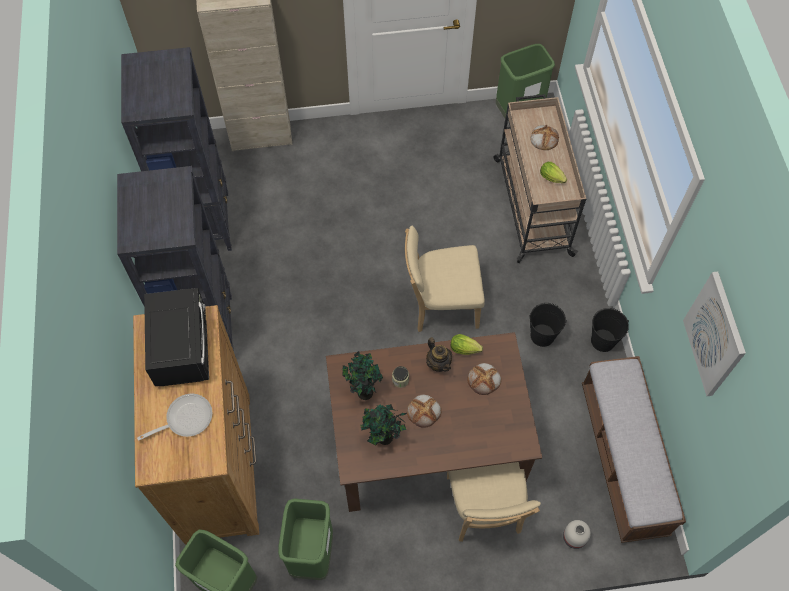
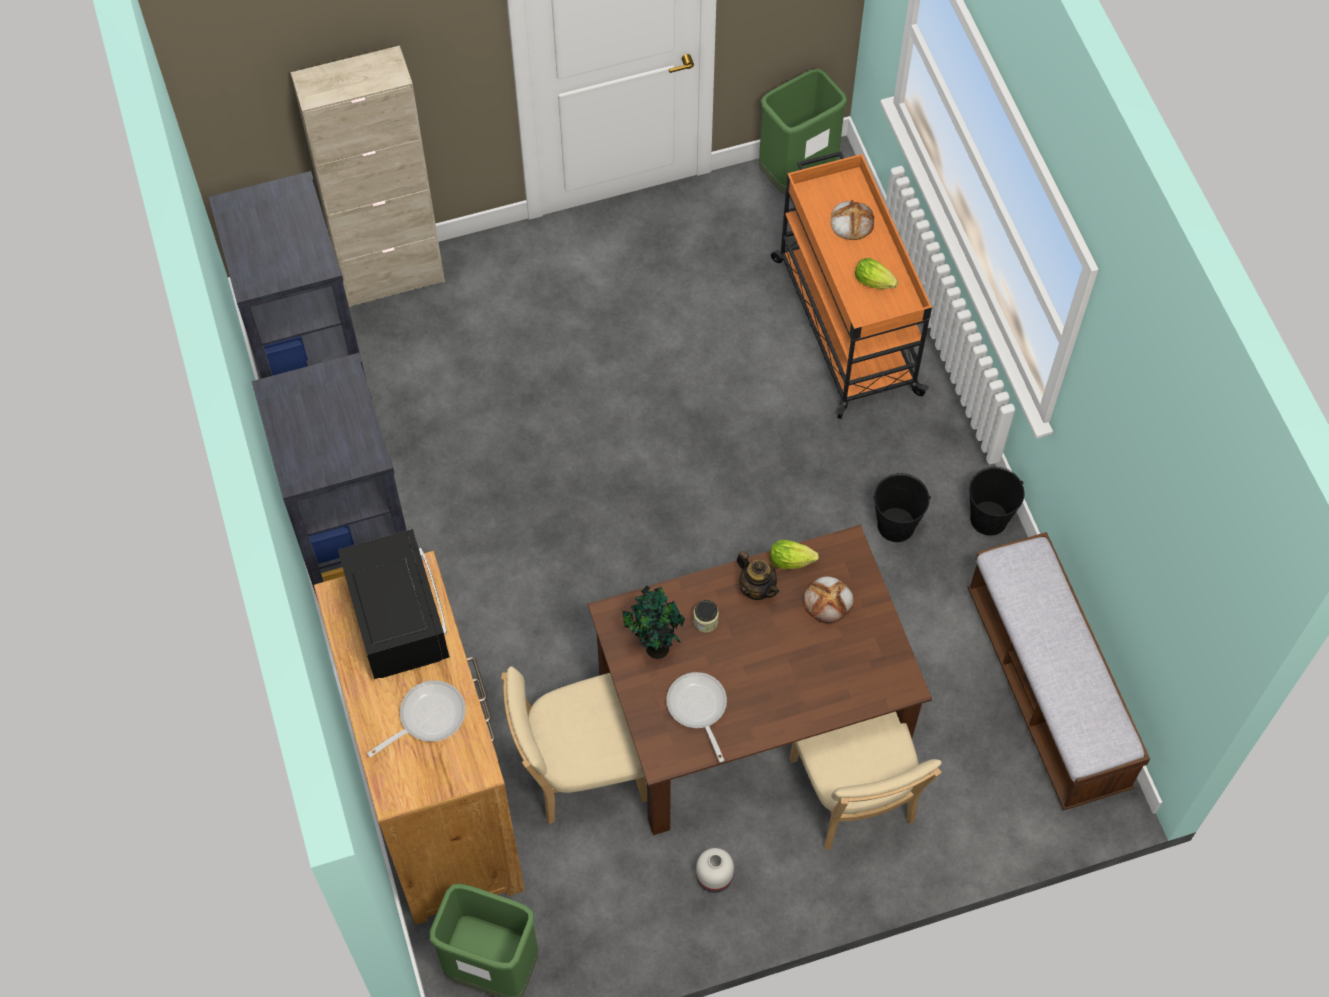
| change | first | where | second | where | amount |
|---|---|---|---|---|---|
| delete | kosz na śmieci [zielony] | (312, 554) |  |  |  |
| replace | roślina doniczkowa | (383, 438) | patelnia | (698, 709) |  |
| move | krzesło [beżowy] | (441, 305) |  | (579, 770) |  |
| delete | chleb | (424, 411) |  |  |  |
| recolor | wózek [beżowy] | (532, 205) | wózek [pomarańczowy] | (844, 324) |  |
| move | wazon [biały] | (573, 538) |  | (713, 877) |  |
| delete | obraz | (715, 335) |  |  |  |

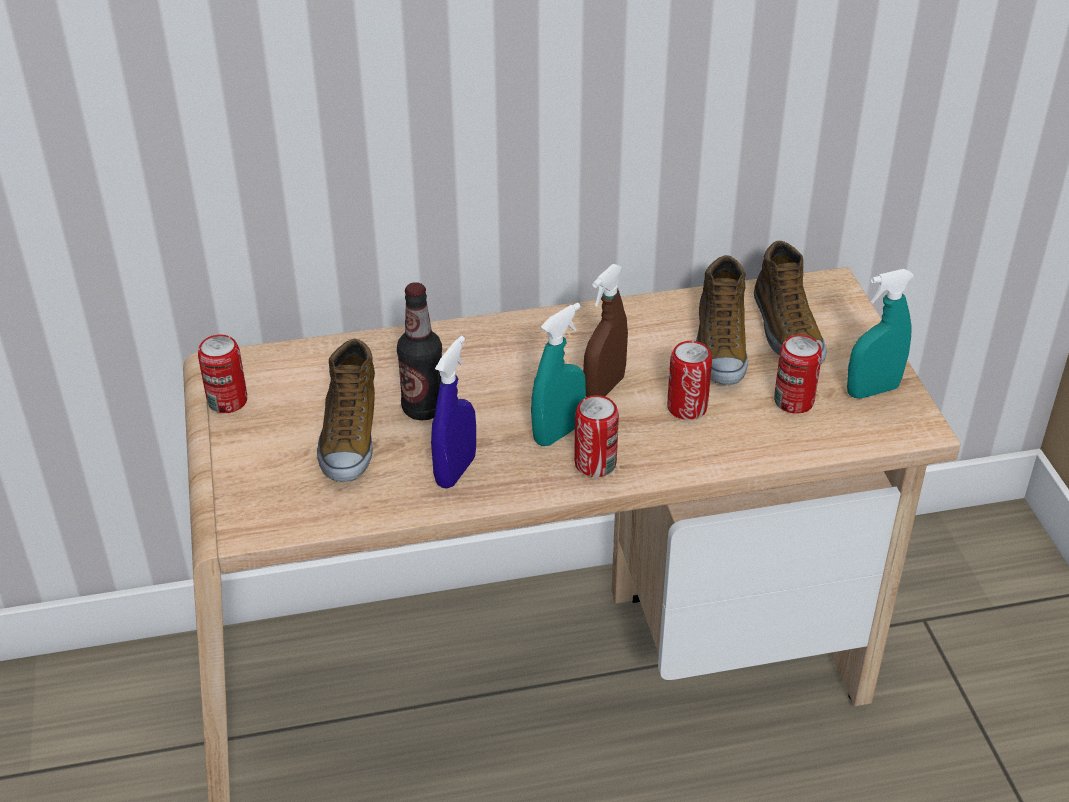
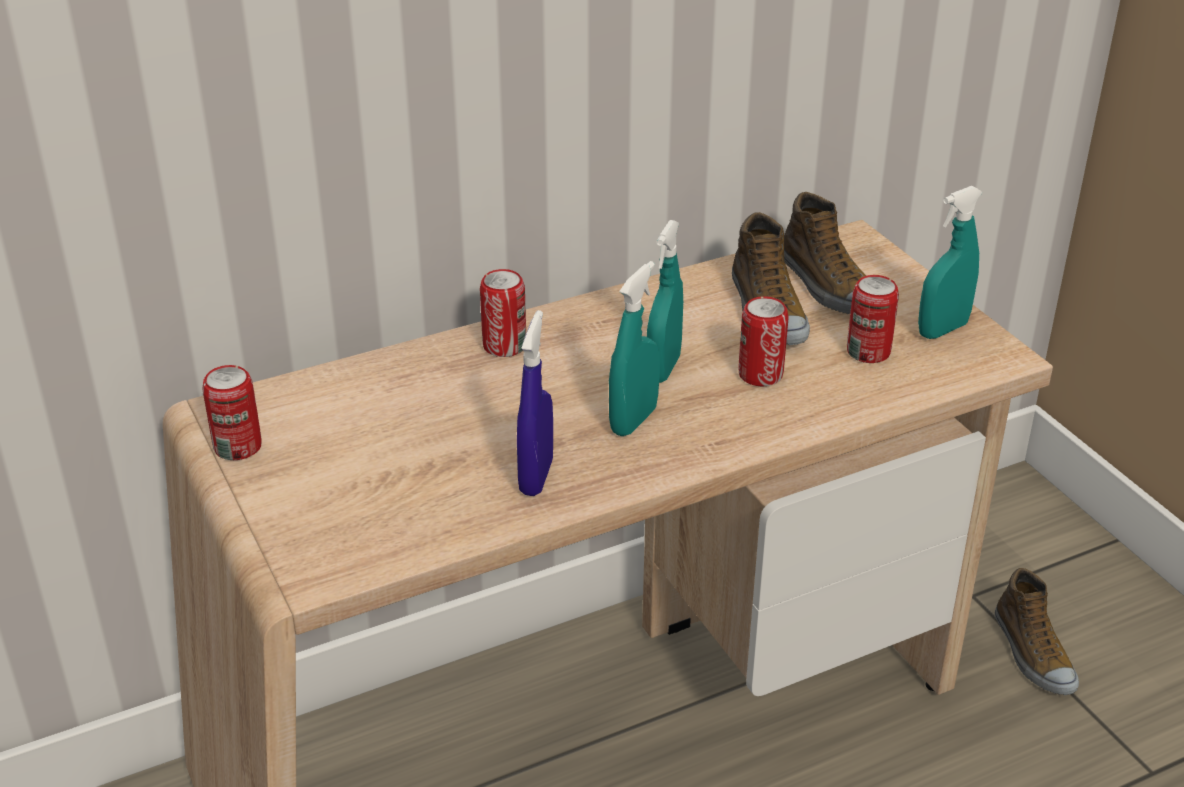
| change | first | where | second | where | amount |
|---|---|---|---|---|---|
| move | but | (348, 436) |  | (1032, 653) |  |
| delete | butelka | (423, 409) |  |  |  |
| move | puszka | (595, 464) |  | (504, 346) |  |
| recolor | spryskiwacz [brązowy] | (604, 388) | spryskiwacz [turkusowy] | (663, 369) |  |

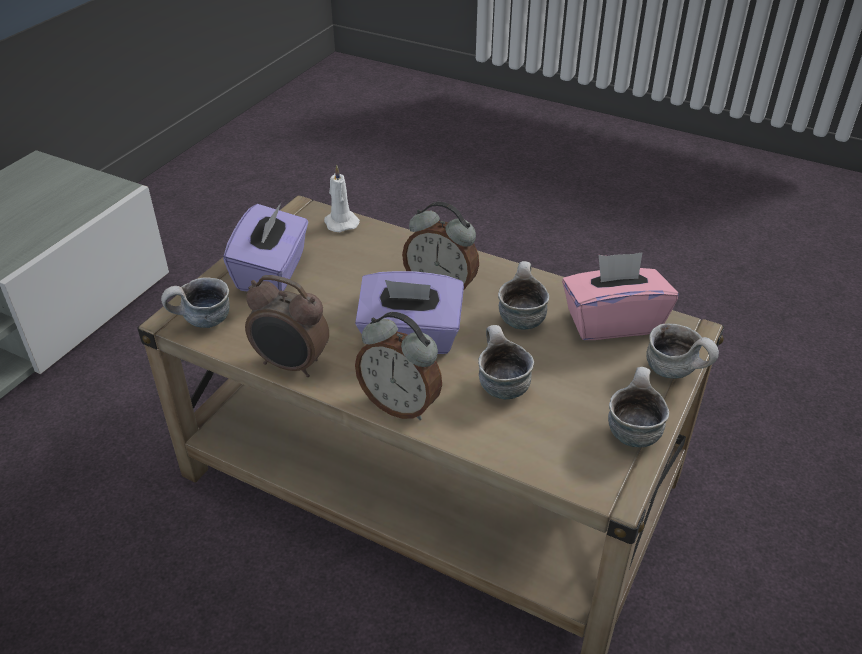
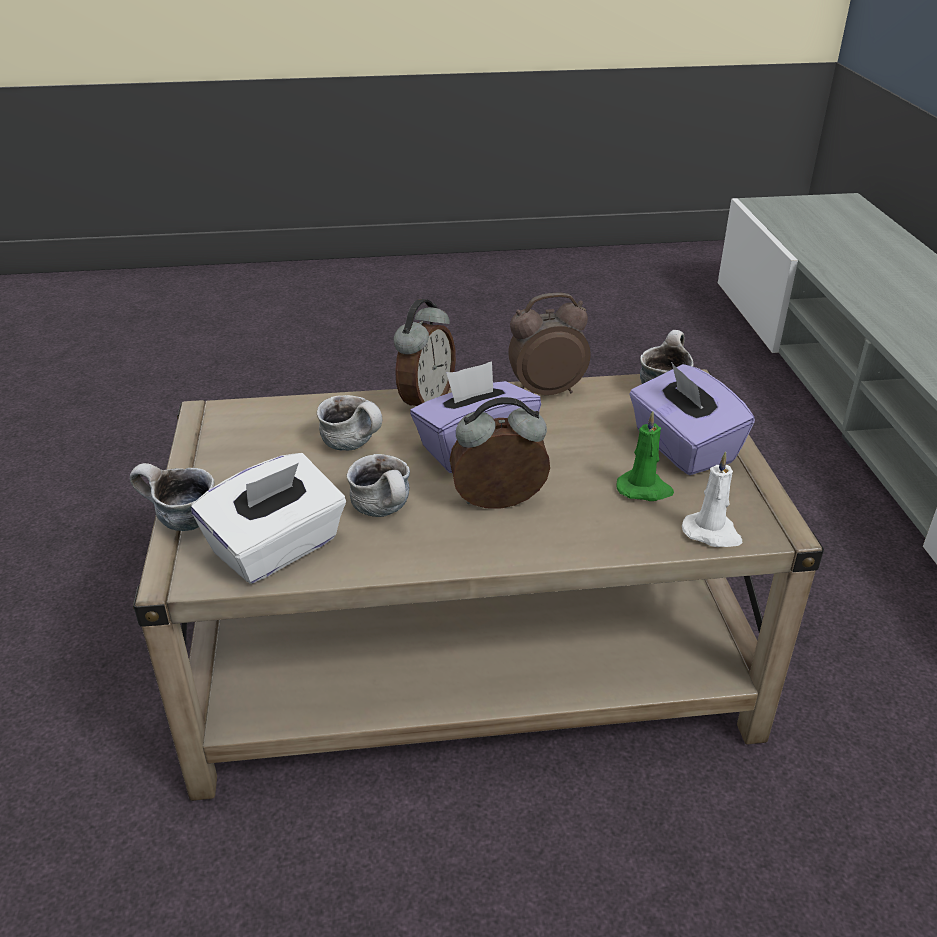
| change | first | where | second | where | amount |
|---|---|---|---|---|---|
| rotate | budzik | (400, 405) |  | (425, 401) | 120 degrees clockwise |
| recolor | pudełko chusteczek [różowy] | (612, 322) | pudełko chusteczek [biały] | (277, 549) |  |
| delete | kubek | (631, 428) |  |  |  |
| insert |  |  | świeca [zielony] | (644, 489) |  |

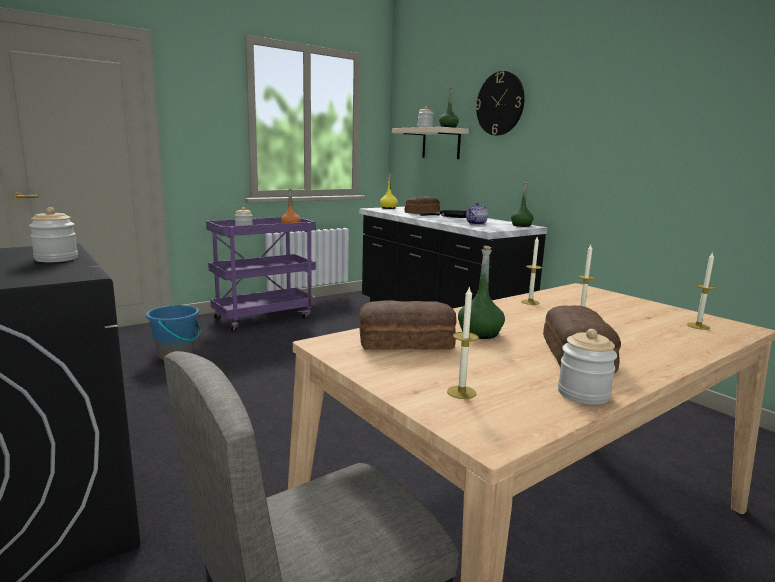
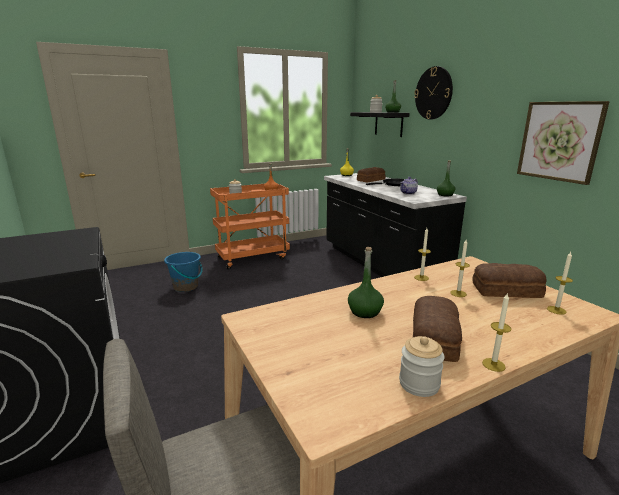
| change | first | where | second | where | amount |
|---|---|---|---|---|---|
| delete | słoik | (56, 259) |  |  |  |
| recolor | wózek [fioletowy] | (264, 318) | wózek [pomarańczowy] | (253, 258) |  |
| move | chleb | (407, 342) |  | (507, 291) |  |
| recolor | półka [beżowy] | (441, 144) | półka [czarny] | (388, 124) |  |
| move | świeca | (461, 392) |  | (493, 364) |  |
| insert |  |  | obraz | (559, 141) |  |

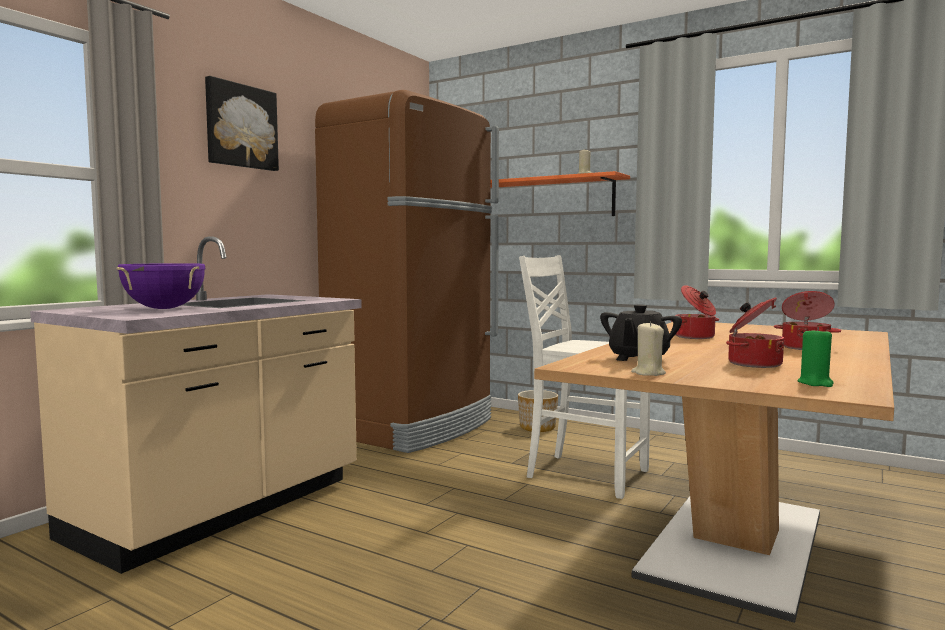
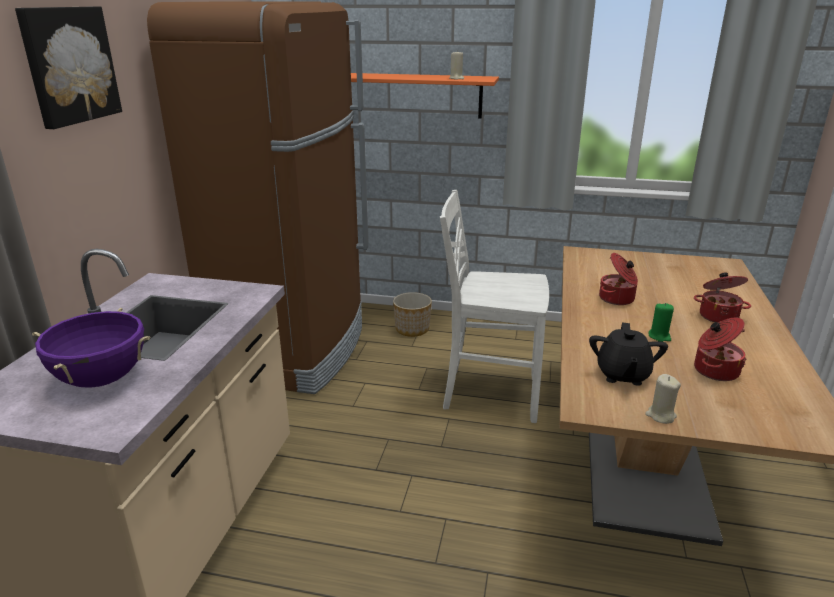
| change | first | where | second | where | amount |
|---|---|---|---|---|---|
| move | świeca [zielony] | (815, 383) |  | (659, 336) |  |

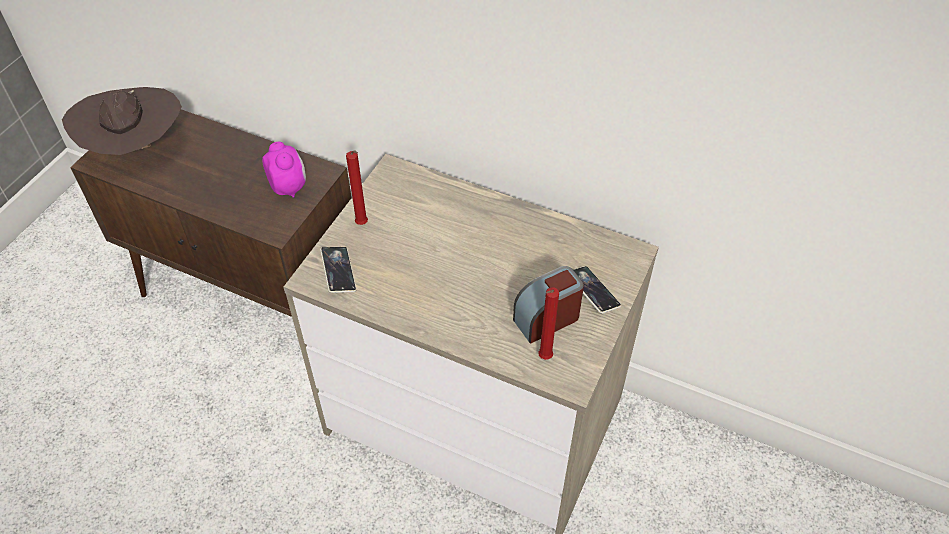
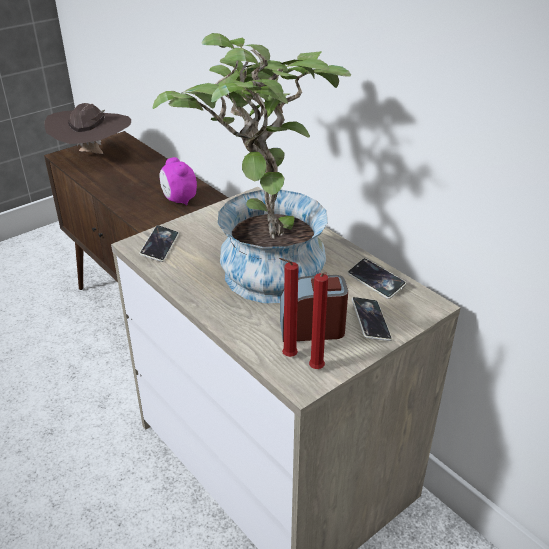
| change | first | where | second | where | amount |
|---|---|---|---|---|---|
| rotate | budzik | (289, 187) |  | (179, 200) | 150 degrees clockwise |
| move | świeca [czerwony] | (363, 225) |  | (317, 370) |  |
| insert |  |  | roślina doniczkowa | (261, 266) |  |
| insert |  |  | telefon | (375, 281) |  |

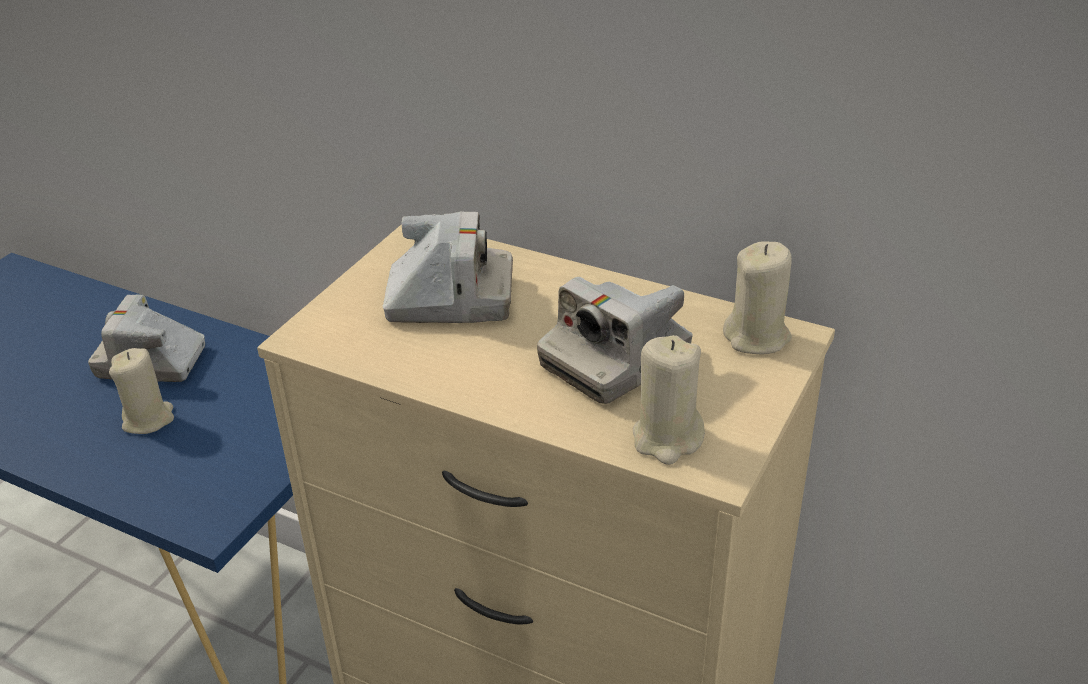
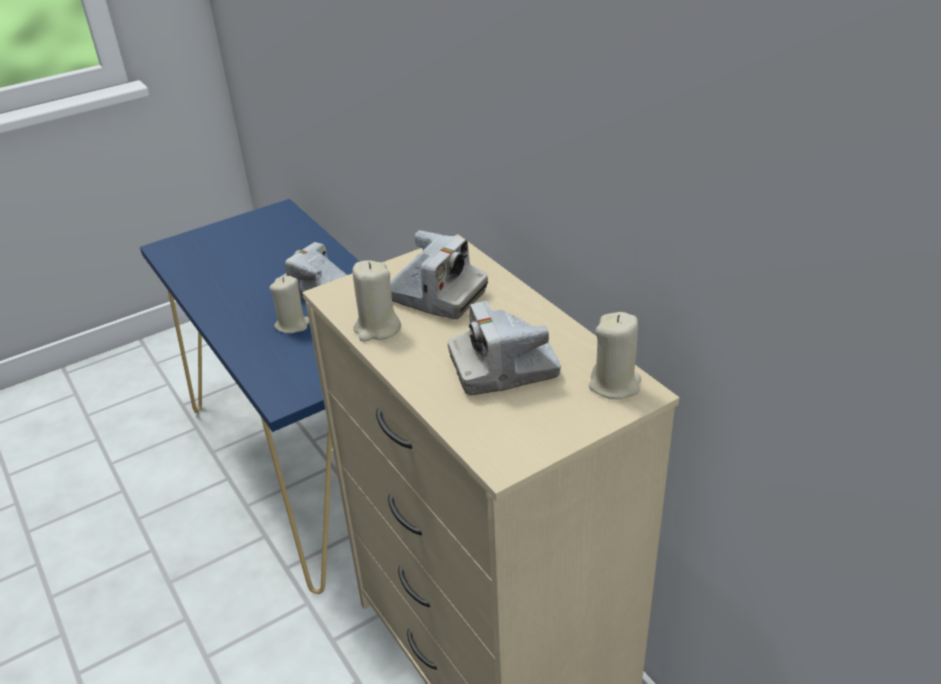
| change | first | where | second | where | amount |
|---|---|---|---|---|---|
| move | świeca [beżowy] | (667, 438) |  | (377, 328) |  |

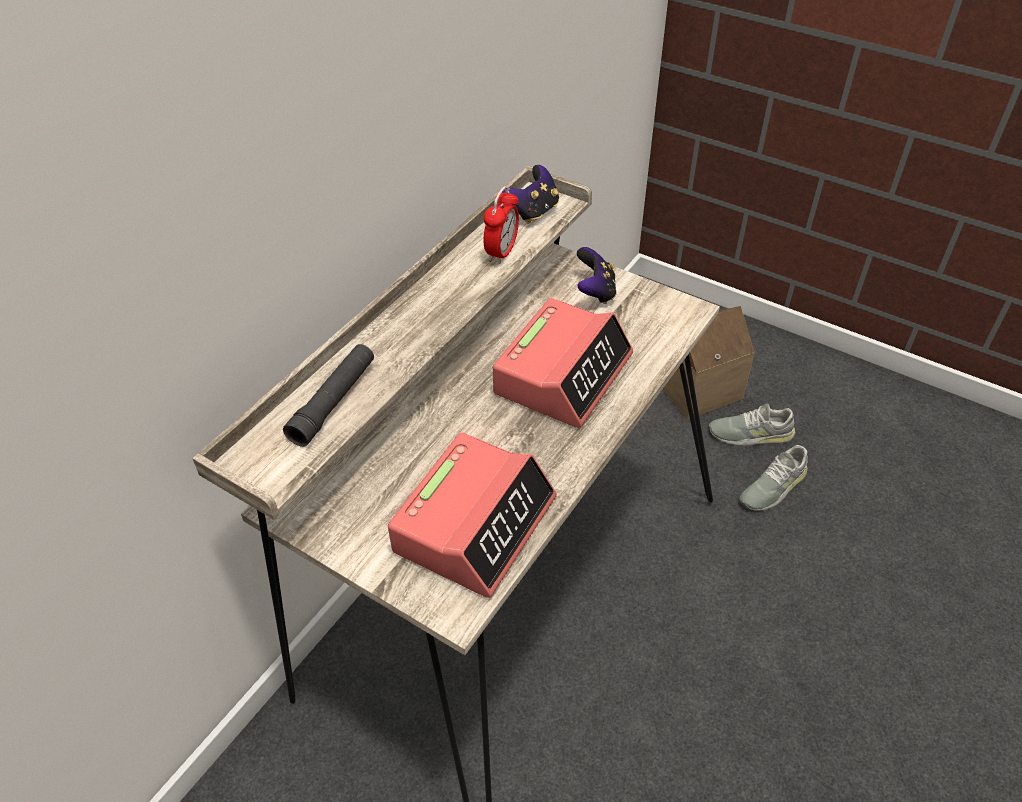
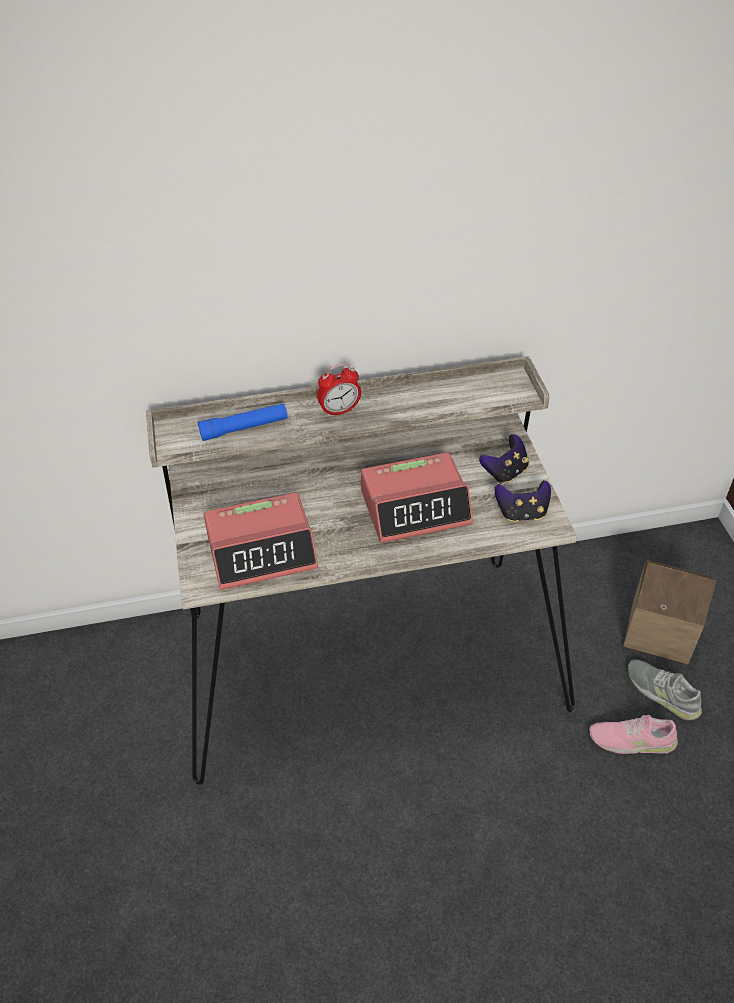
| change | first | where | second | where | amount |
|---|---|---|---|---|---|
| recolor | latarka [czarny] | (333, 402) | latarka [niebieski] | (244, 428) |  |
| move | budzik | (501, 252) |  | (339, 411) |  |
| move | pad do gier | (532, 211) |  | (521, 513) |  |
| recolor | but [szary] | (772, 486) | but [różowy] | (632, 739) |  |

